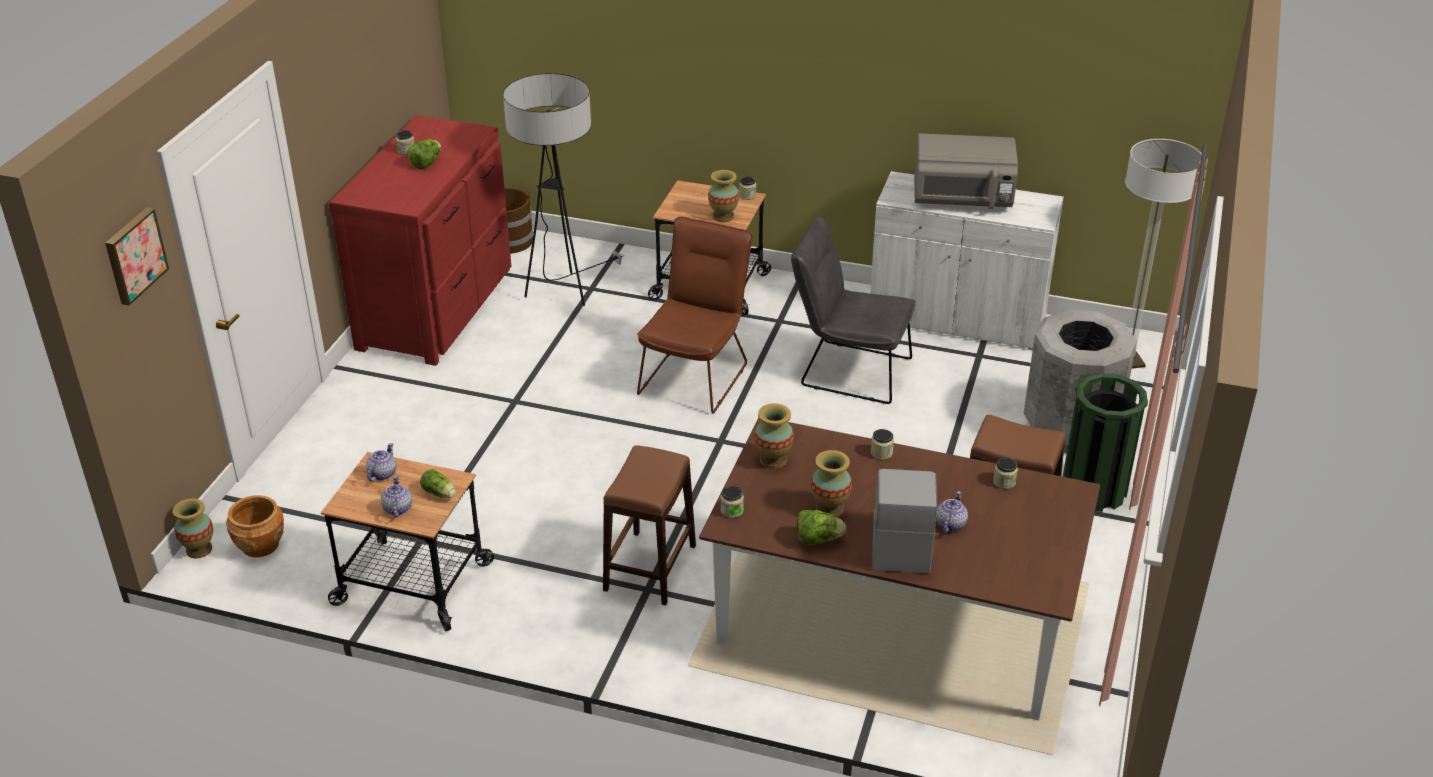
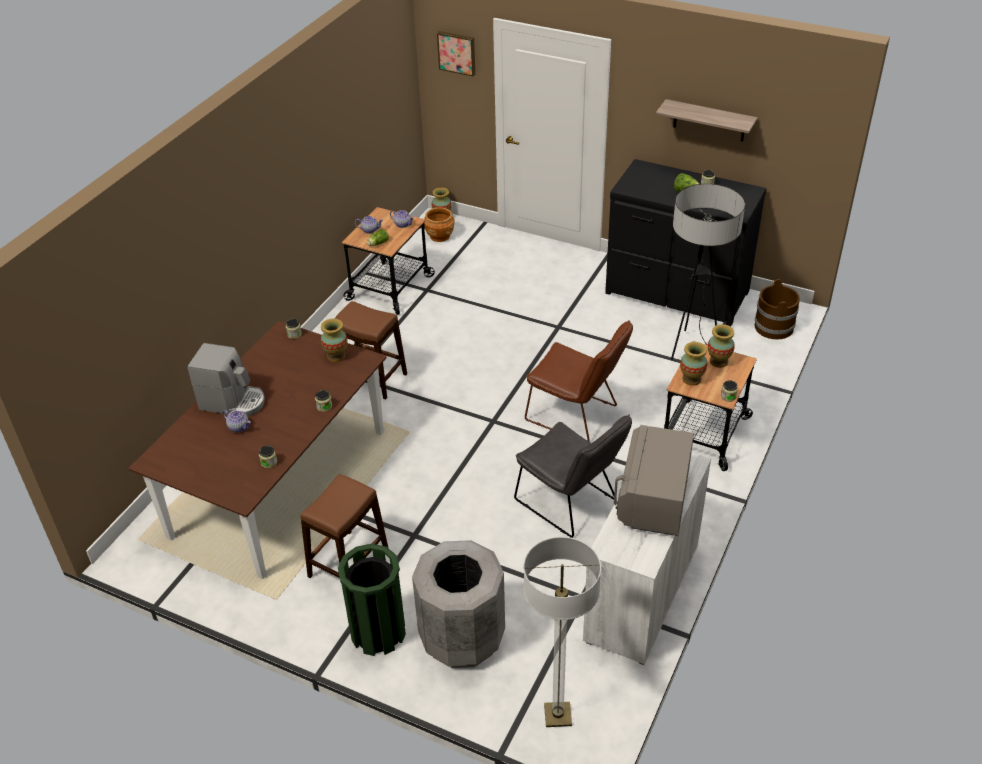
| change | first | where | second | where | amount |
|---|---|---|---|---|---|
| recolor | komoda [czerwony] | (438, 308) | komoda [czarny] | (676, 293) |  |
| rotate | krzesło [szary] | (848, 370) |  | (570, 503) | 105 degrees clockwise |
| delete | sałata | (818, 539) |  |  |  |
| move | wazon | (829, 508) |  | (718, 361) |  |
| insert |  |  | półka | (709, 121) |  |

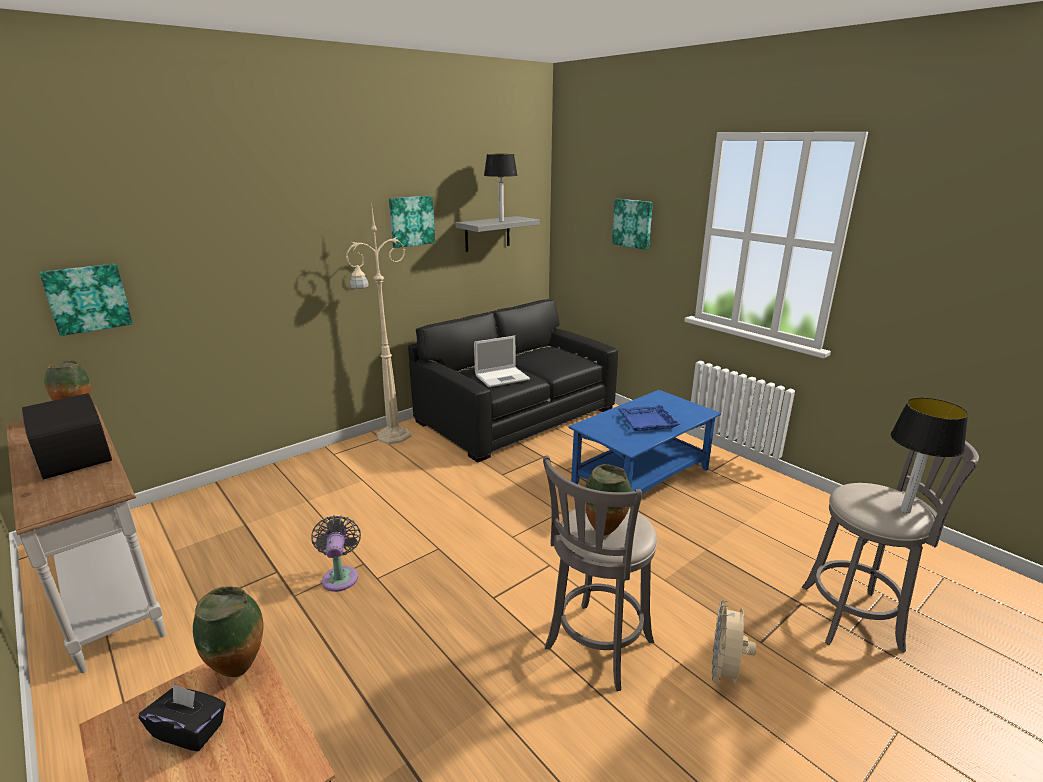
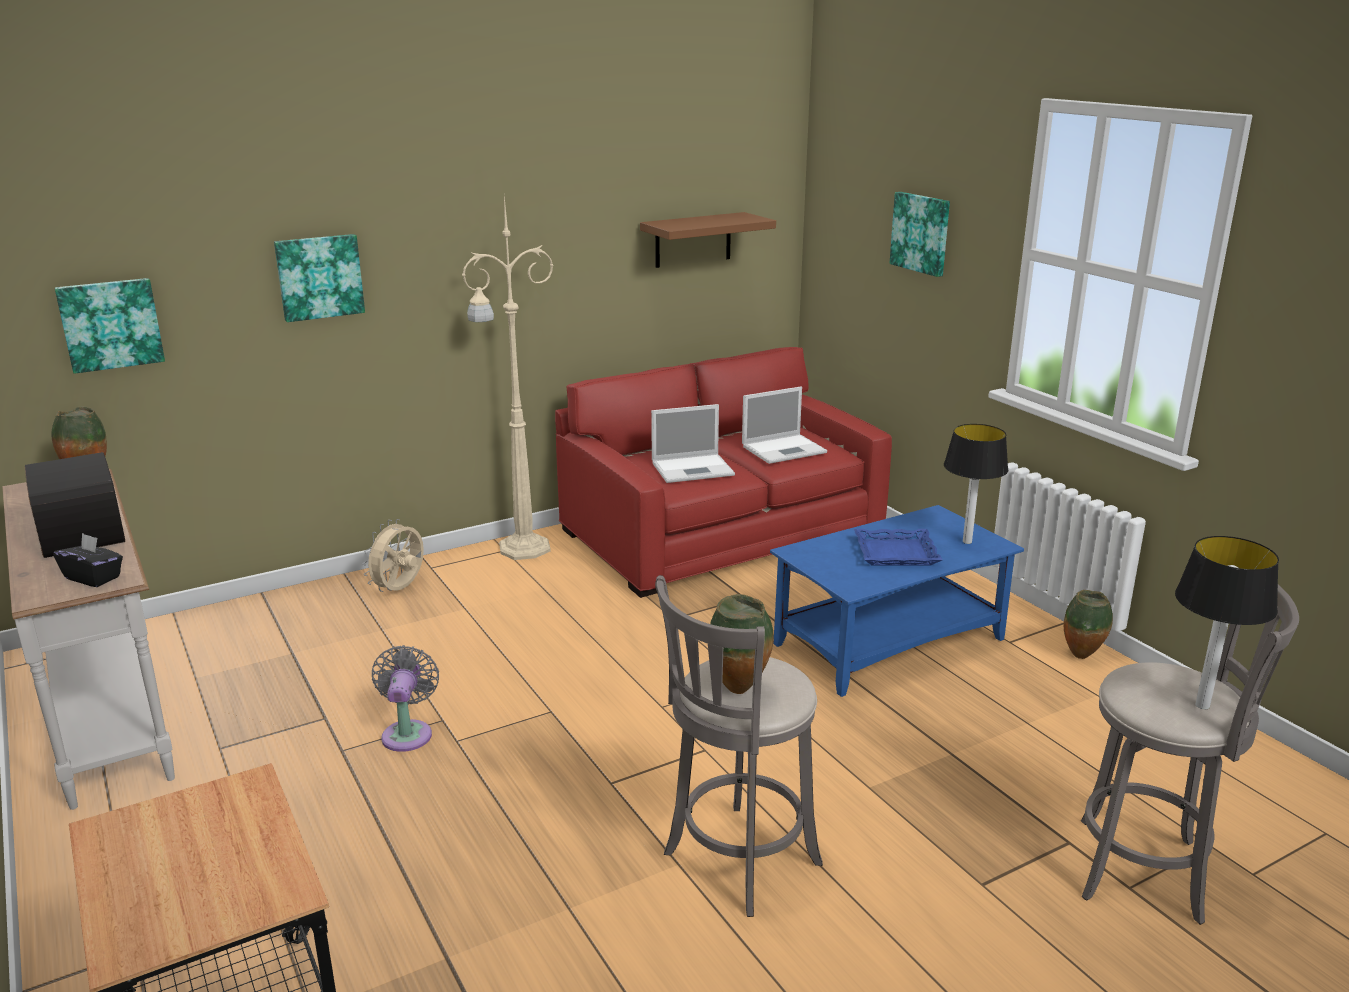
| change | first | where | second | where | amount |
|---|---|---|---|---|---|
| move | pudełko chusteczek [czarny] | (190, 730) |  | (93, 577) |  |
| move | wazon | (241, 672) |  | (1082, 657) |  |
| move | obraz | (411, 221) |  | (319, 277) |  |
| recolor | kanapa [czarny] | (516, 414) | kanapa [czerwony] | (721, 529) |  |
| recolor | półka [szary] | (487, 233) | półka [brązowy] | (693, 240) |  |
| move | lampa stołowa | (501, 221) |  | (967, 542) |  |
| move | wentylator [beżowy] | (725, 673) |  | (400, 590) |  |
| insert |  |  | laptop | (785, 449) |  |

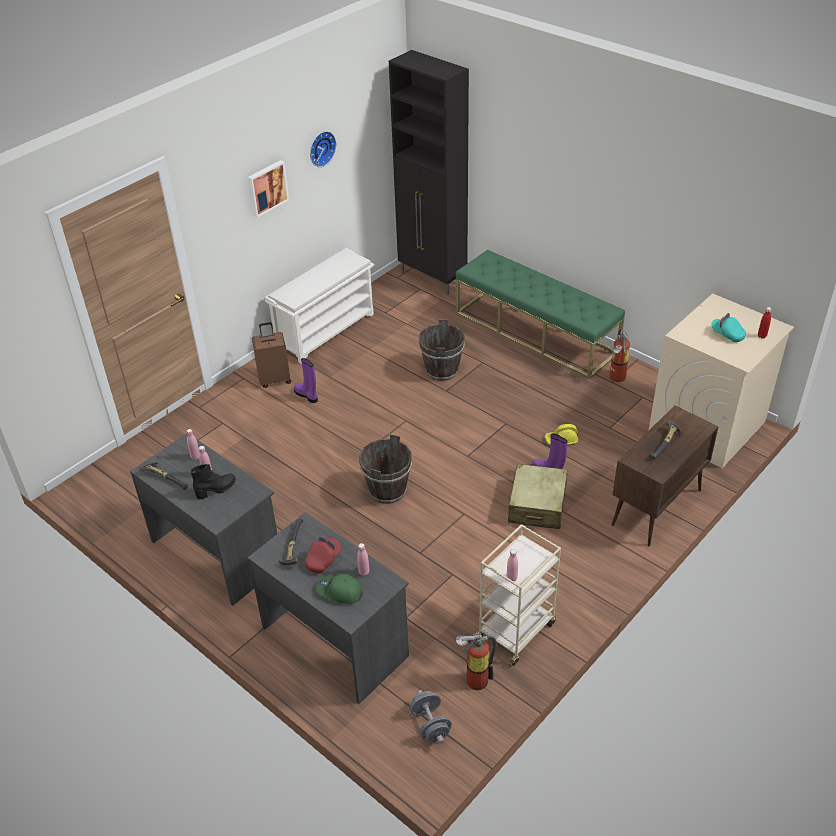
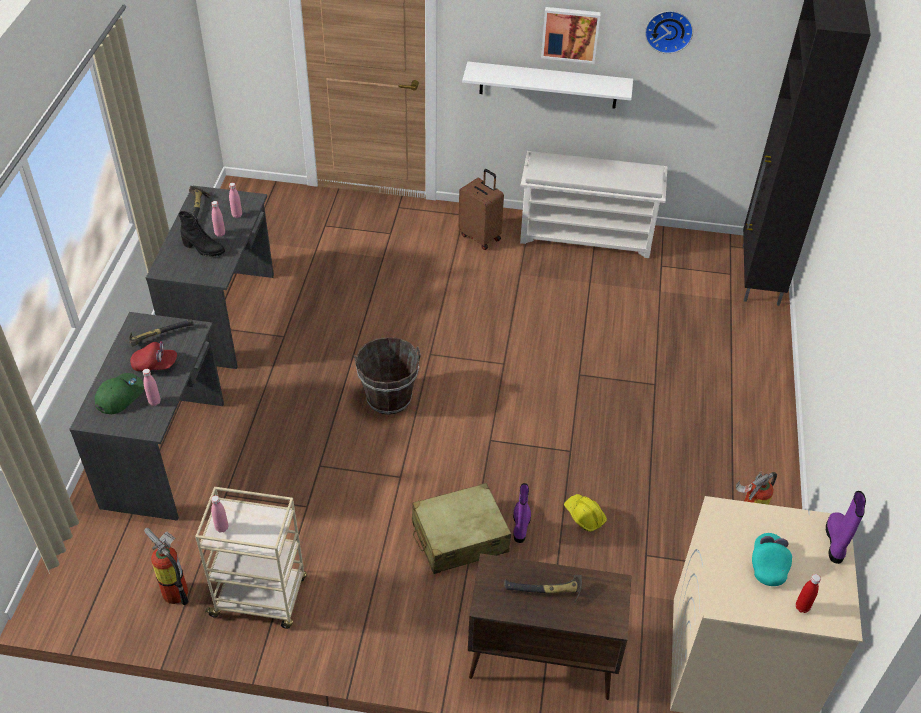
| change | first | where | second | where | amount |
|---|---|---|---|---|---|
| move | but z cholewką [fioletowy] | (307, 395) |  | (836, 541) |  |
| rotate | czapka z daszkiem [zielony] | (339, 591) |  | (119, 395) | 45 degrees clockwise |
| delete | hantel [szary] | (430, 725) |  |  |  |
| delete | wiadro [brązowy] | (441, 370) |  |  |  |
| delete | ławka [zielony] | (535, 333) |  |  |  |
| insert |  |  | półka [biały] | (548, 85) |  |

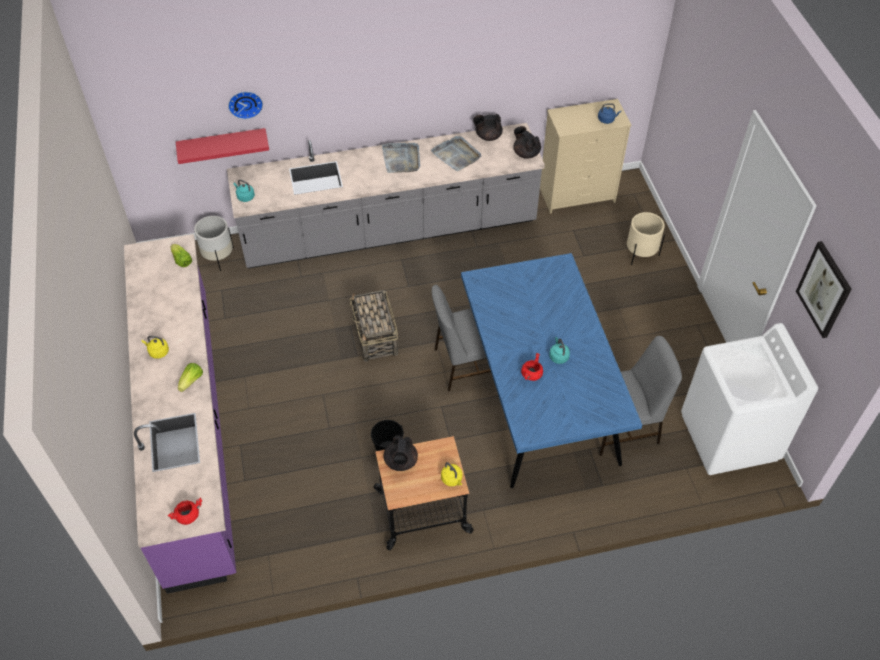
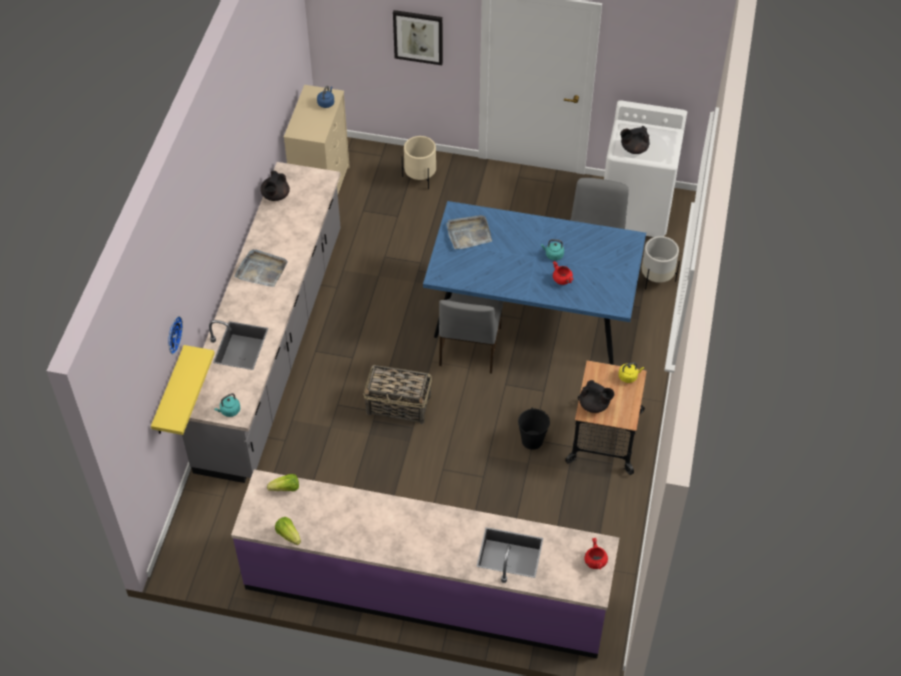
| change | first | where | second | where | amount |
|---|---|---|---|---|---|
| delete | czajnik [żółty] | (158, 352) |  |  |  |
| recolor | półka [czerwony] | (223, 144) | półka [żółty] | (169, 393) |  |
| move | sałata | (192, 381) |  | (288, 534) |  |
| move | donica [biały] | (218, 257) |  | (656, 278) |  |
| move | taca [szary] | (456, 155) |  | (468, 233) |  |
| move | imbryk [czarny] | (526, 153) |  | (633, 149) |  |
| move | obraz | (824, 289) |  | (418, 36) |  |

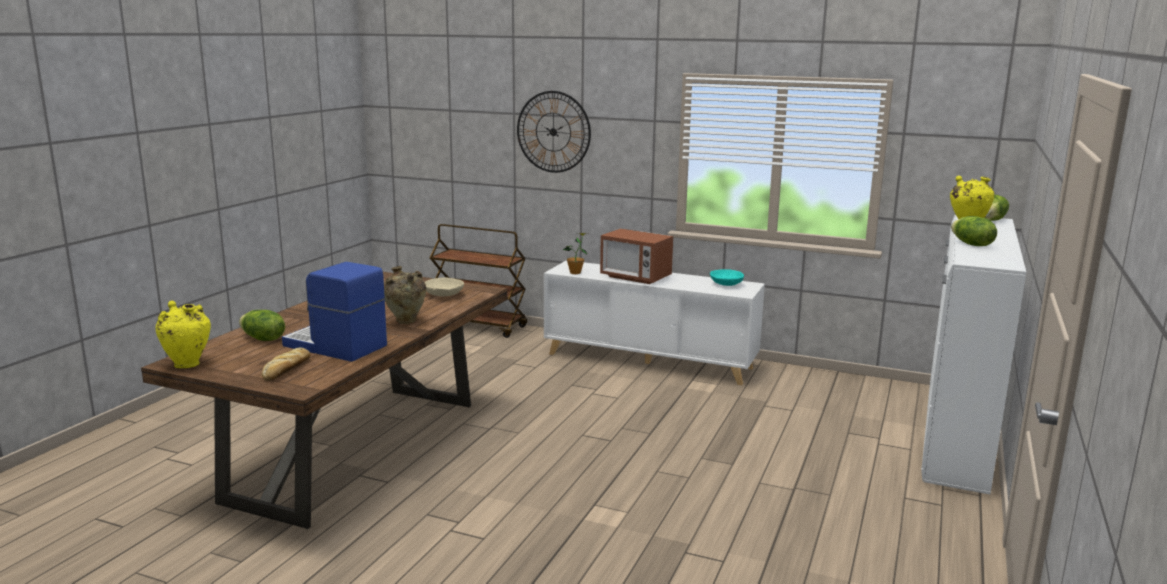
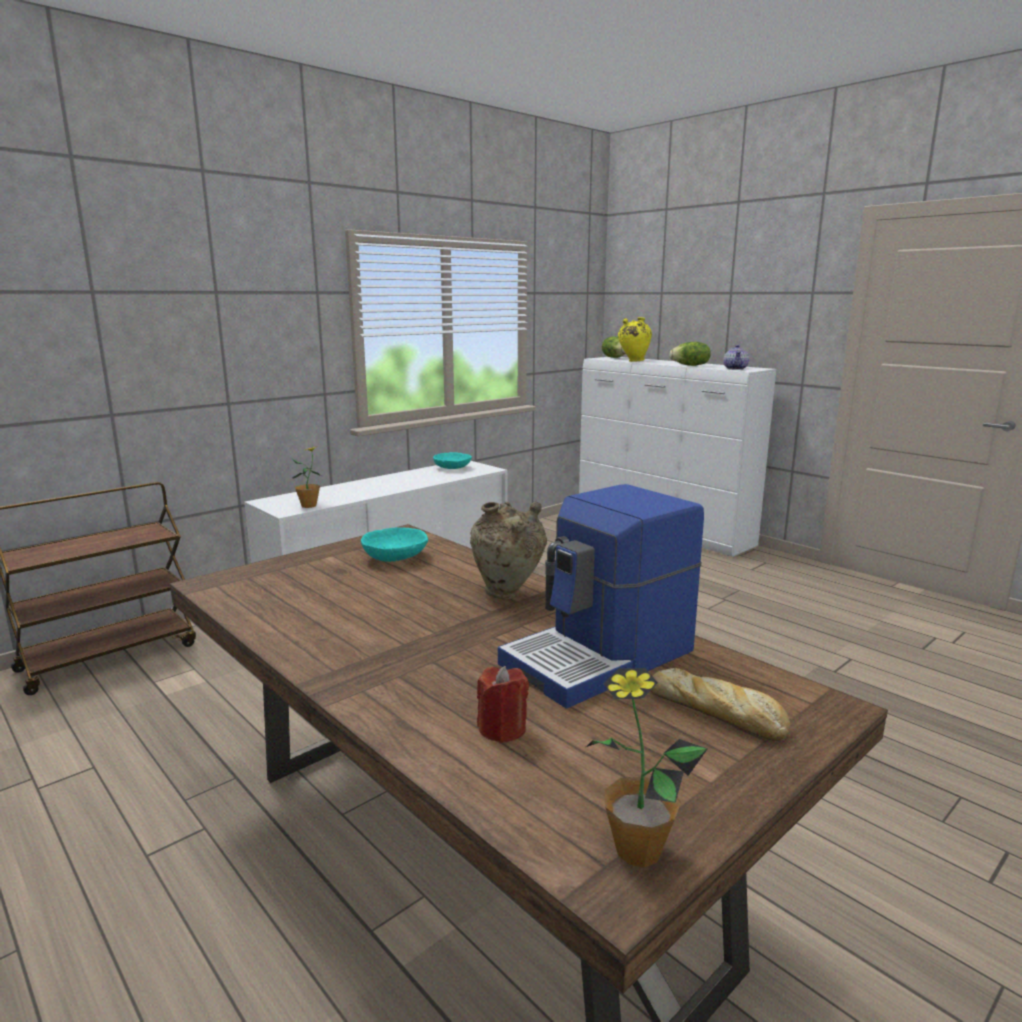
| change | first | where | second | where | amount |
|---|---|---|---|---|---|
| replace | wazon [żółty] | (187, 364) | roślina doniczkowa | (638, 850) |  |
| replace | sałata | (262, 339) | świeca [czerwony] | (502, 729) |  |
| recolor | miska [beżowy] | (443, 295) | miska [turkusowy] | (395, 558) |  |
| delete | zegar ścienny | (553, 132) |  |  |  |
| delete | mikrofalówka | (635, 277) |  |  |  |
| insert |  |  | imbryk | (735, 369) |  |

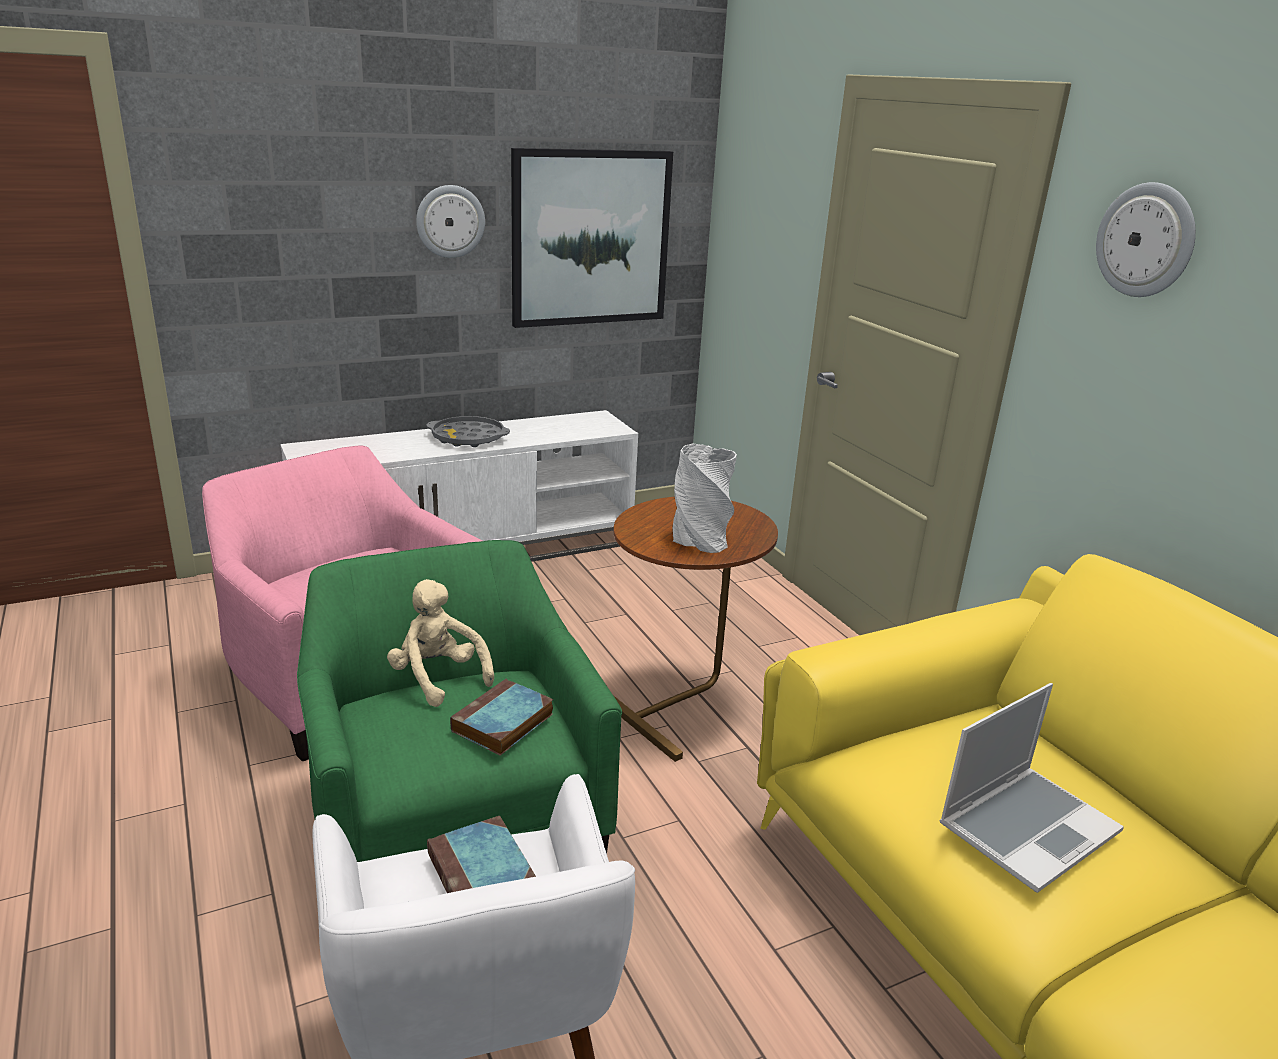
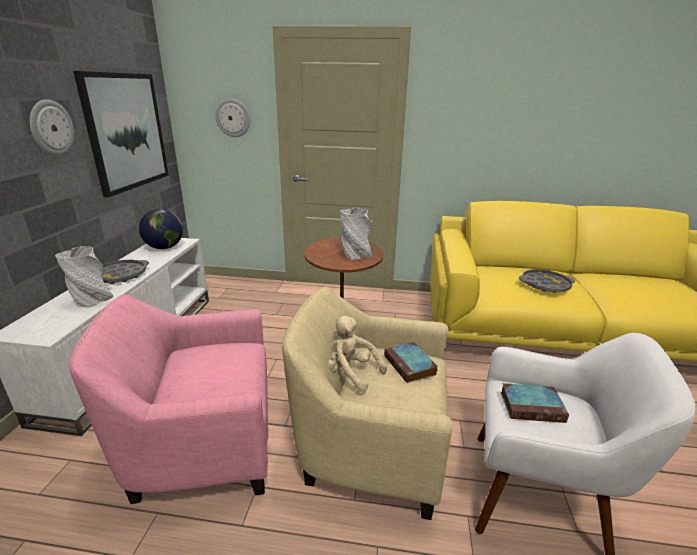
| change | first | where | second | where | amount |
|---|---|---|---|---|---|
| recolor | fotel [zielony] | (454, 821) | fotel [beżowy] | (369, 443) |  |
| rotate | pluszak [beżowy] | (438, 677) |  | (351, 373) | 45 degrees clockwise |
| replace | laptop | (1027, 827) | taca [szary] | (545, 285) |  |
| move | zegar ścienny | (1146, 240) |  | (233, 118) |  |
| insert |  |  | wazon [szary] | (91, 300) |  |
| insert |  |  | globus | (165, 247) |  |

